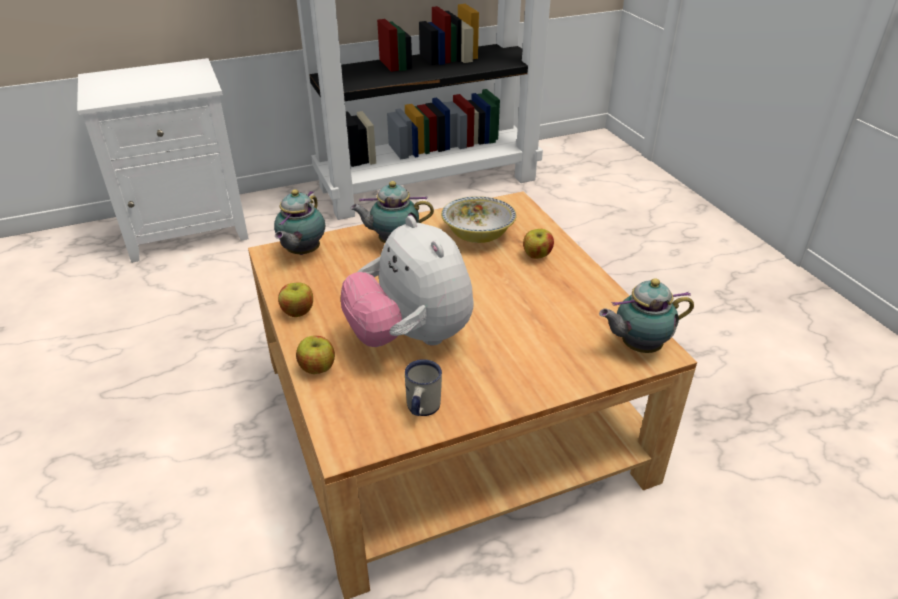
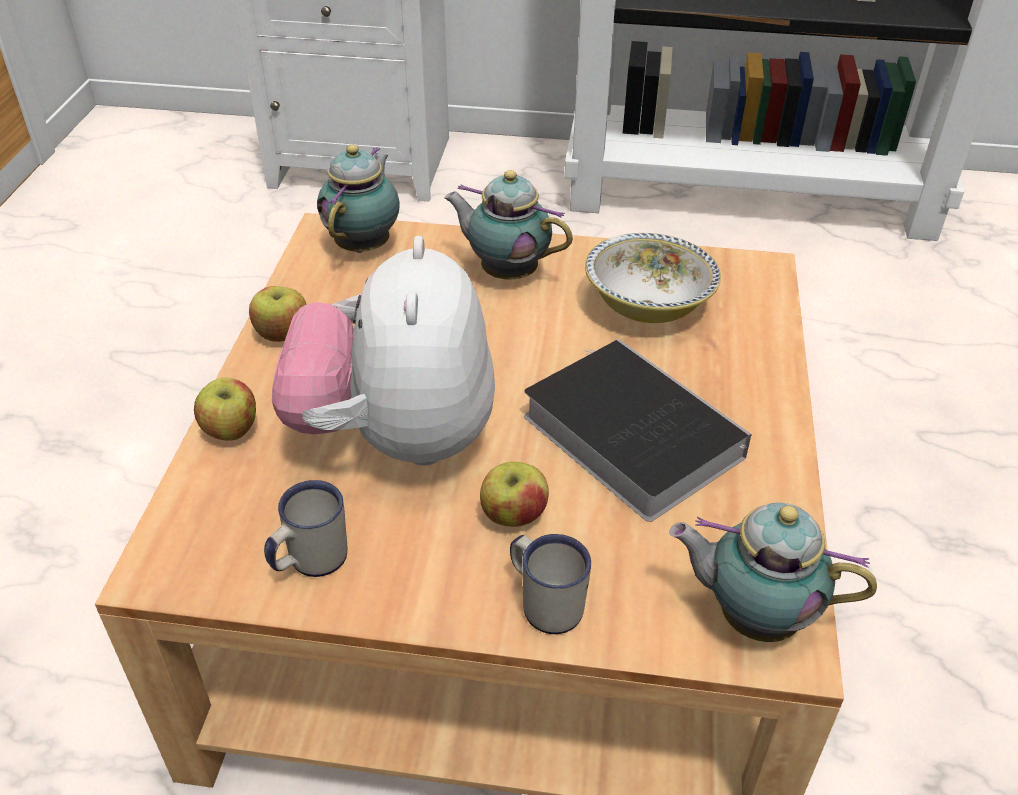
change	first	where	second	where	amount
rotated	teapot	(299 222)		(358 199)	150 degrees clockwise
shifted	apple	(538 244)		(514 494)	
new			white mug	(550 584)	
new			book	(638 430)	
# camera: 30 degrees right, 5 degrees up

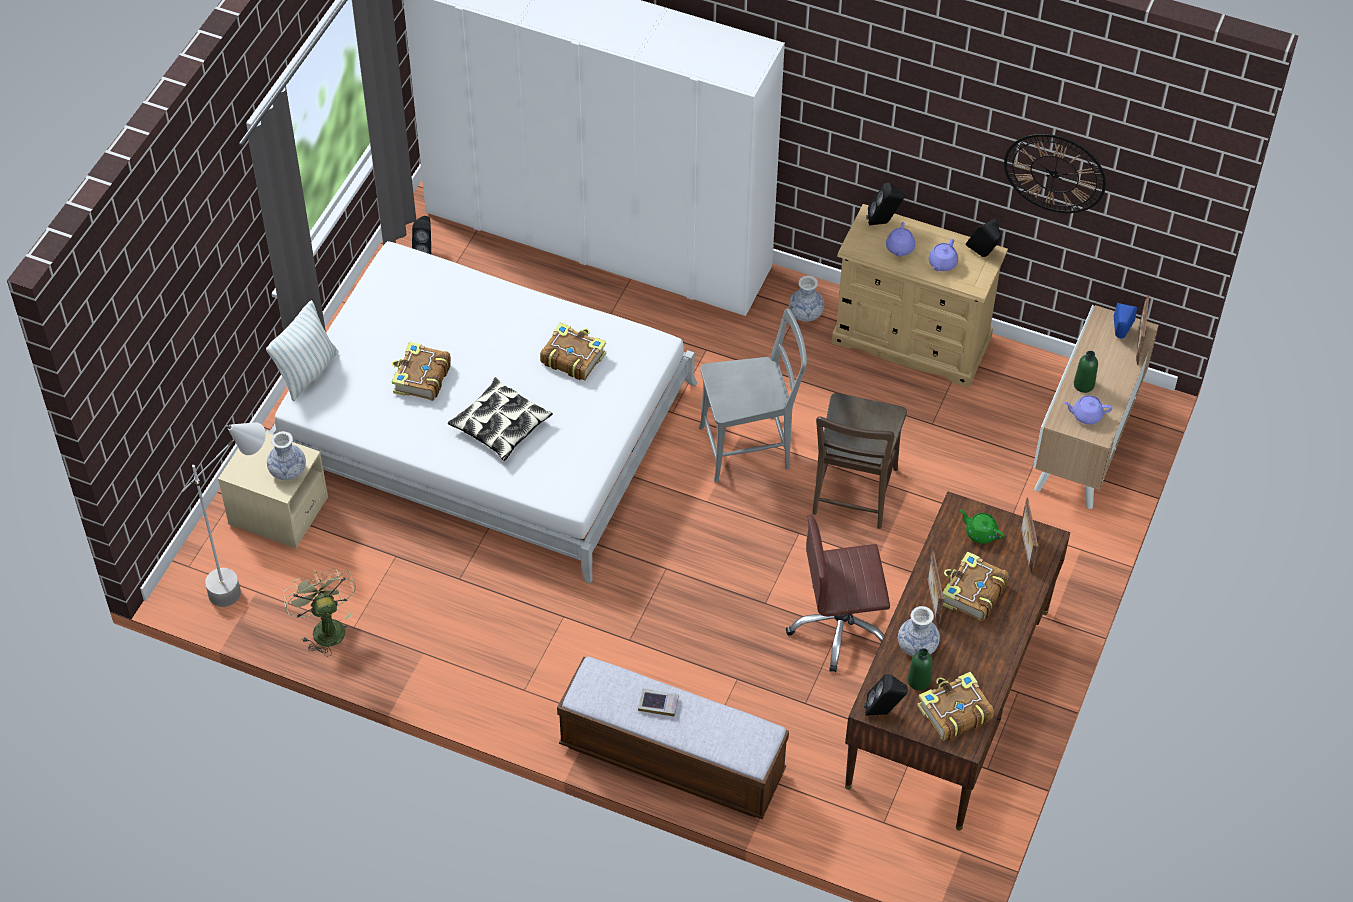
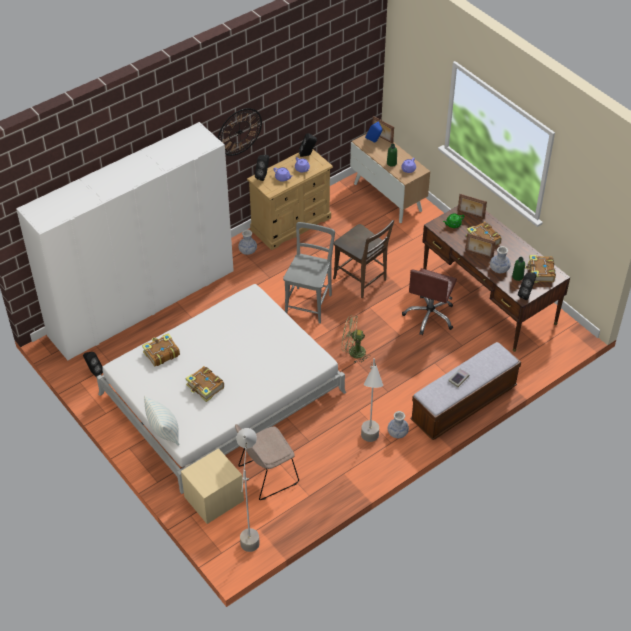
change	first	where	second	where	amount
shifted	book	(573 352)		(161 349)	
shifted	wall clock	(1055 173)		(240 132)	
new			beige chair	(267 462)	
shifted	green fan	(319 611)		(356 339)	
new			grey floor lamp	(372 400)	
shifted	vase	(286 455)		(398 424)	
gone	pillow	(500 419)			
# camera: 60 degrees left, 5 degrees down

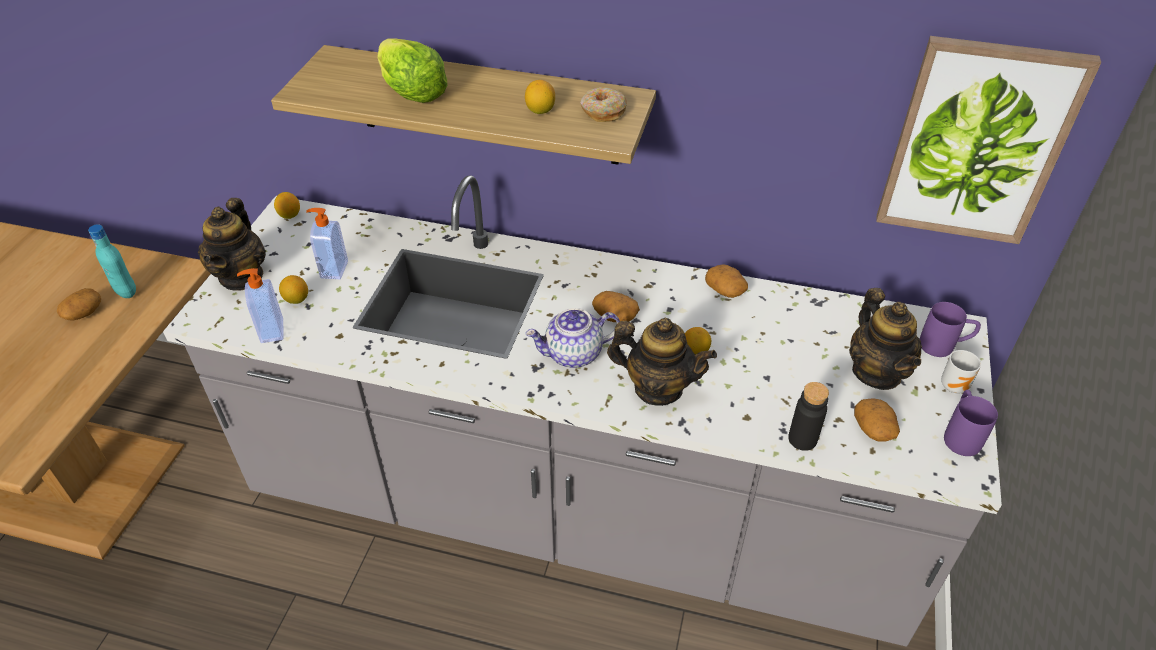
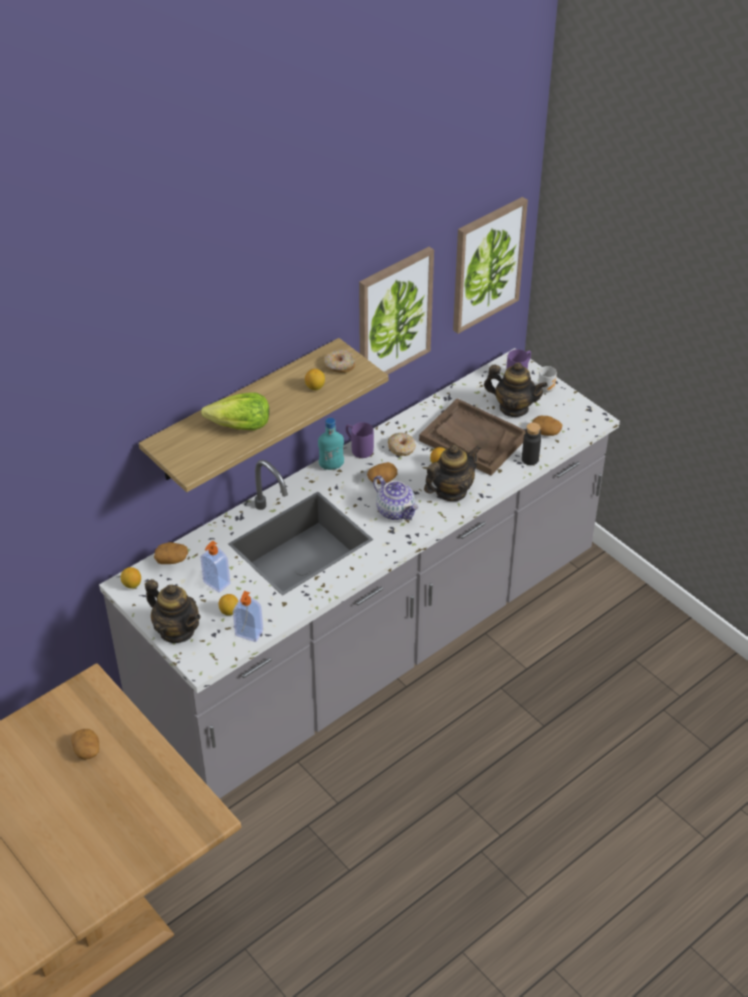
change	first	where	second	where	amount
shifted	potato	(726 281)		(171 553)	
shifted	turquoise bottle	(112 261)		(331 444)	
shifted	purple mug	(971 422)		(360 440)	
new			picture	(396 311)	
rotated	teapot	(572 338)		(395 498)	60 degrees counterclockwise
new			donut	(402 444)	
new			brown tray	(472 437)	
# camera: 55 degrees left, 0 degrees up

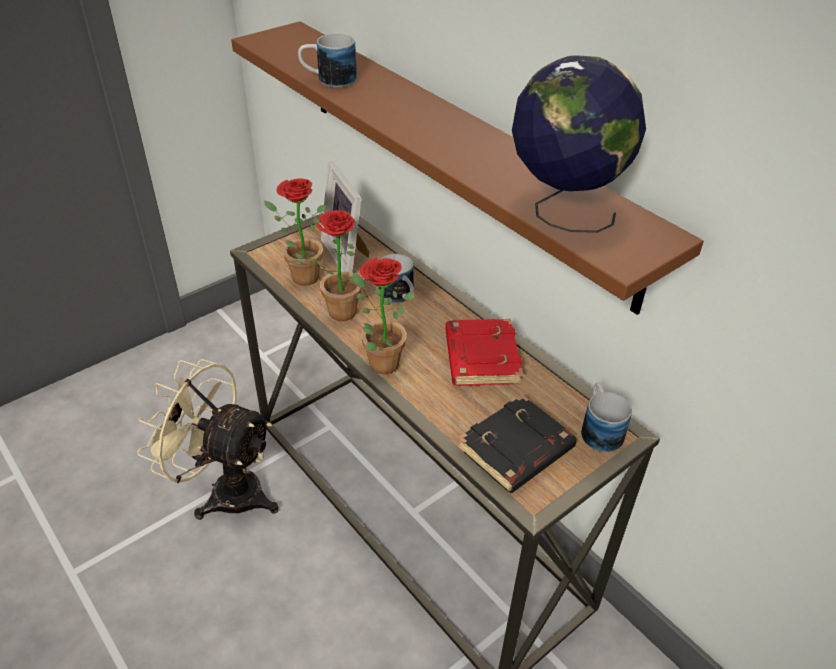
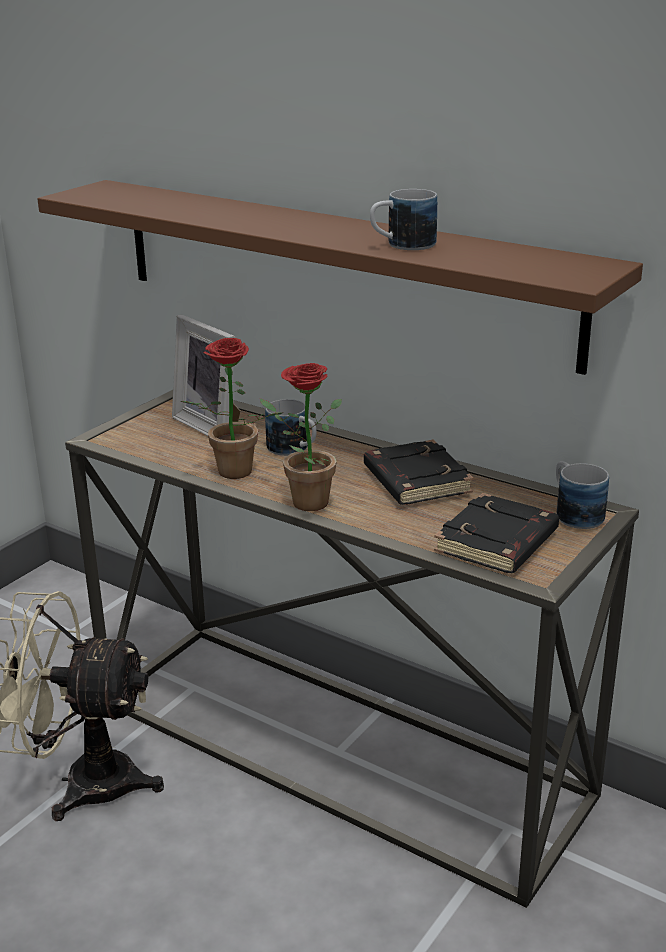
change	first	where	second	where	amount
repainted	red book	(484 352)	black book	(419 472)	
shifted	mug	(327 60)		(403 219)	
gone	potted plant	(294 232)			
gone	globe	(579 144)			
# camera: 15 degrees left, 15 degrees down

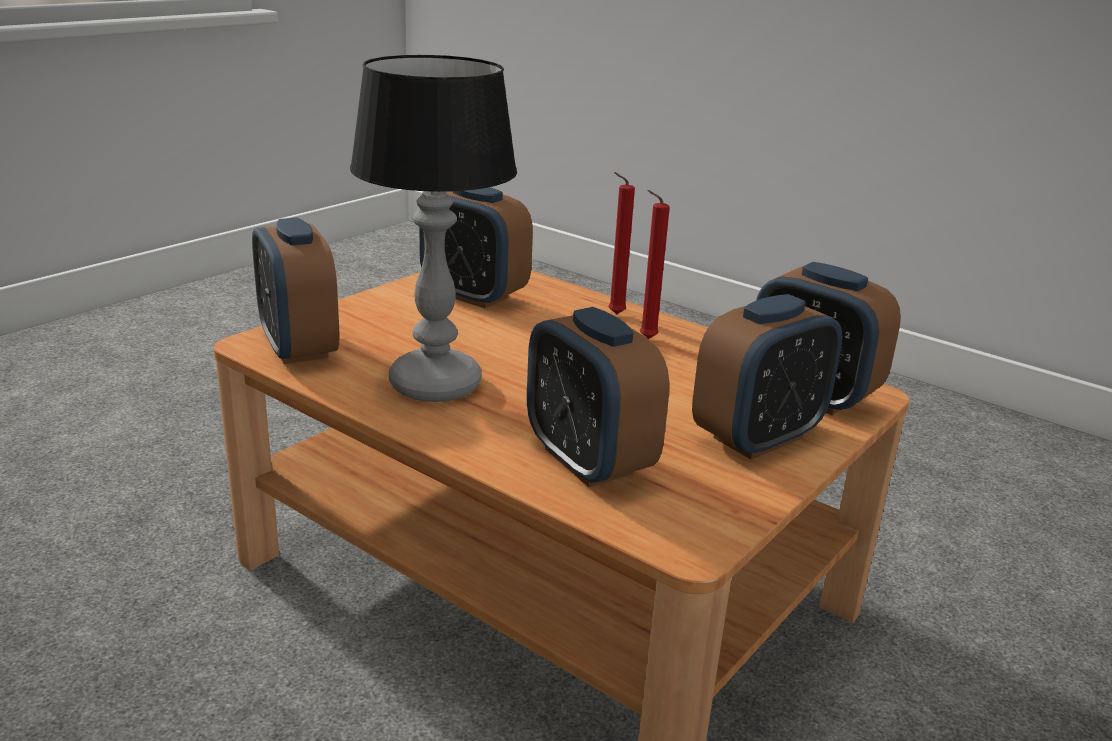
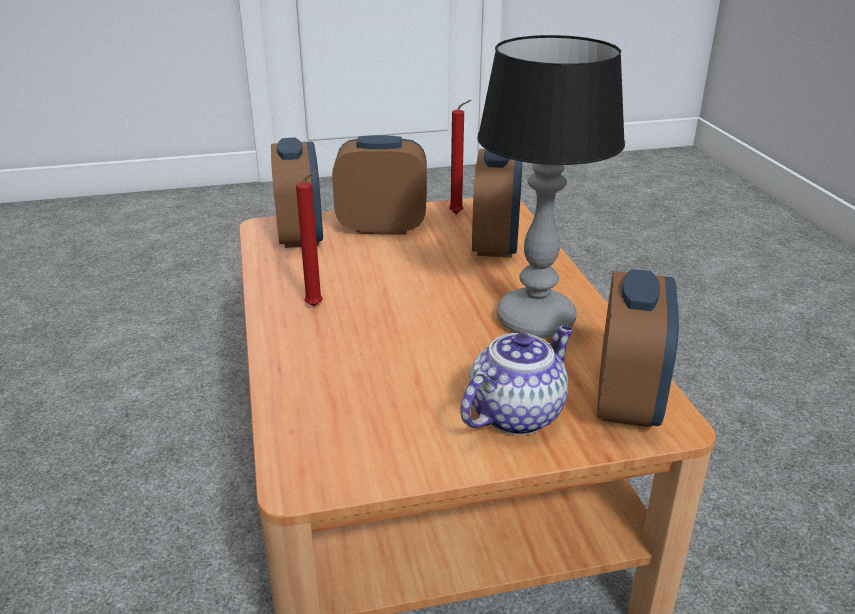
change	first	where	second	where	amount
shifted	red candle	(621 243)		(460 157)	
new			teapot	(516 380)	
gone	alarm clock	(476 247)			
# camera: 140 degrees left, 5 degrees up

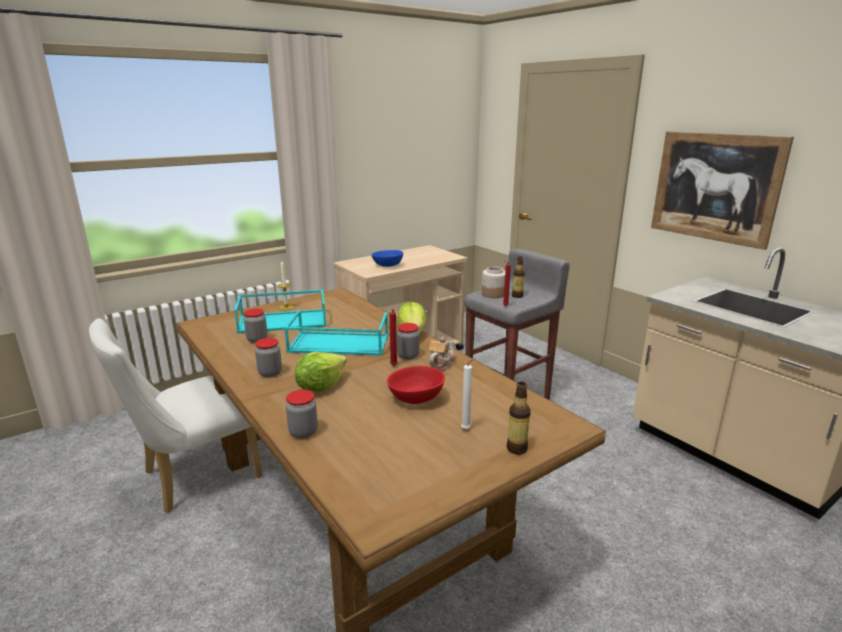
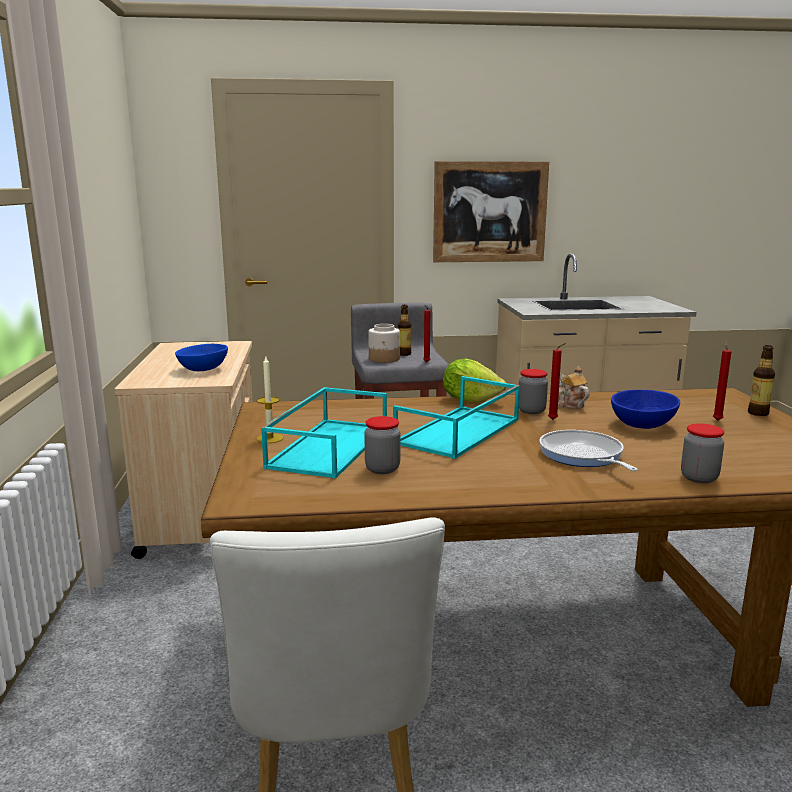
change	first	where	second	where	amount
swapped	lettuce	(321 371)	frying pan	(588 450)	
repainted	red bowl	(416 385)	blue bowl	(645 409)	
repainted	white candle	(468 393)	red candle	(722 381)	
gone	jar	(268 357)			
# camera: 60 degrees left, 5 degrees down

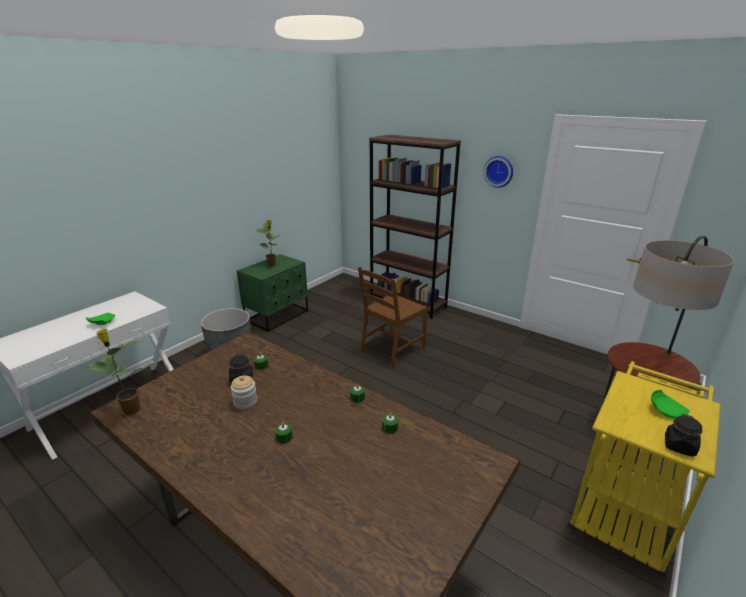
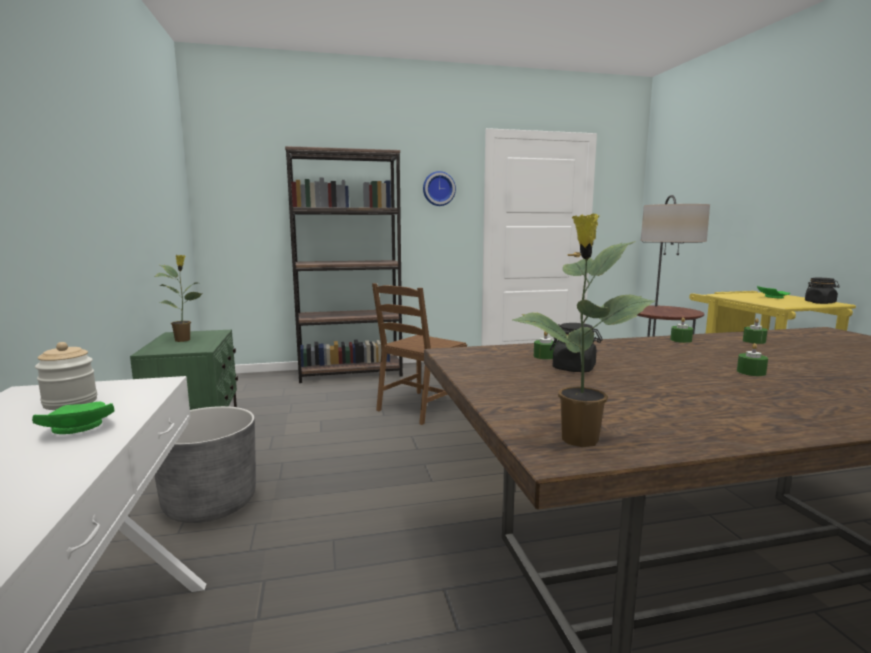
change	first	where	second	where	amount
shifted	jar	(244 392)		(66 376)	
rotated	brown chair	(393 317)		(419 354)	45 degrees clockwise
# camera: 50 degrees left, 15 degrees down

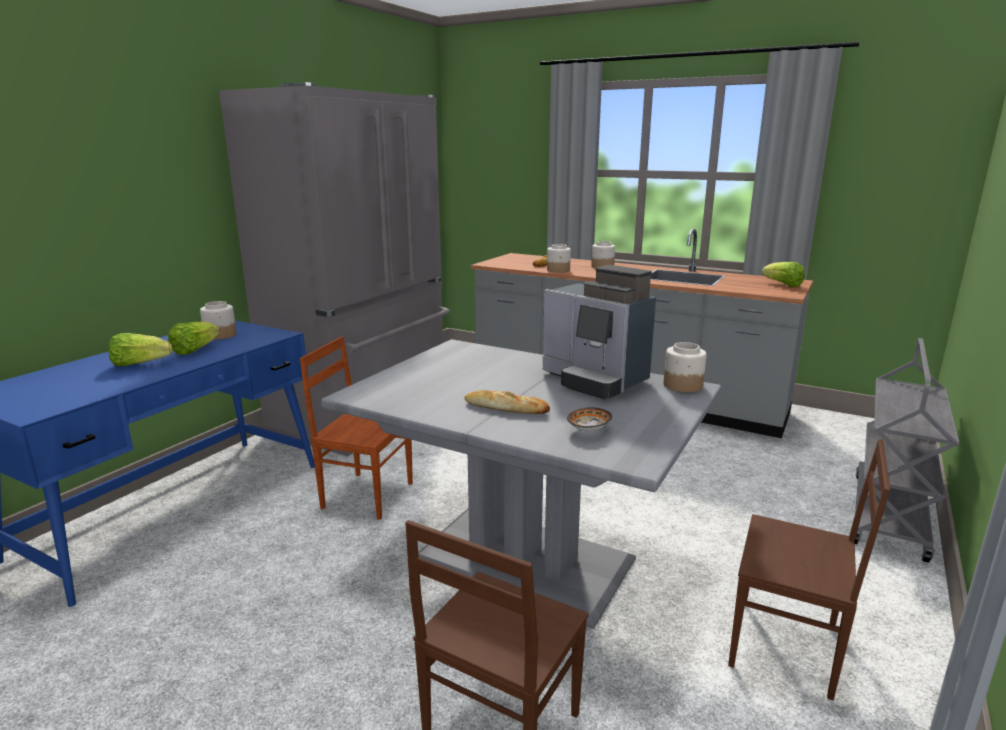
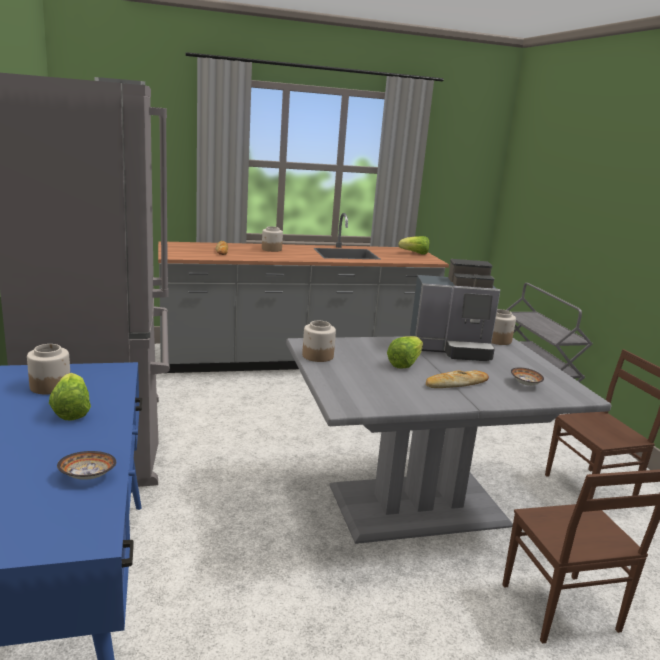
change	first	where	second	where	amount
new			bowl	(86 465)	
shifted	jar	(559 258)		(319 341)	
shifted	lettuce	(140 349)		(405 352)	
gone	brown chair	(356 428)			
# camera: 45 degrees left, 0 degrees up

